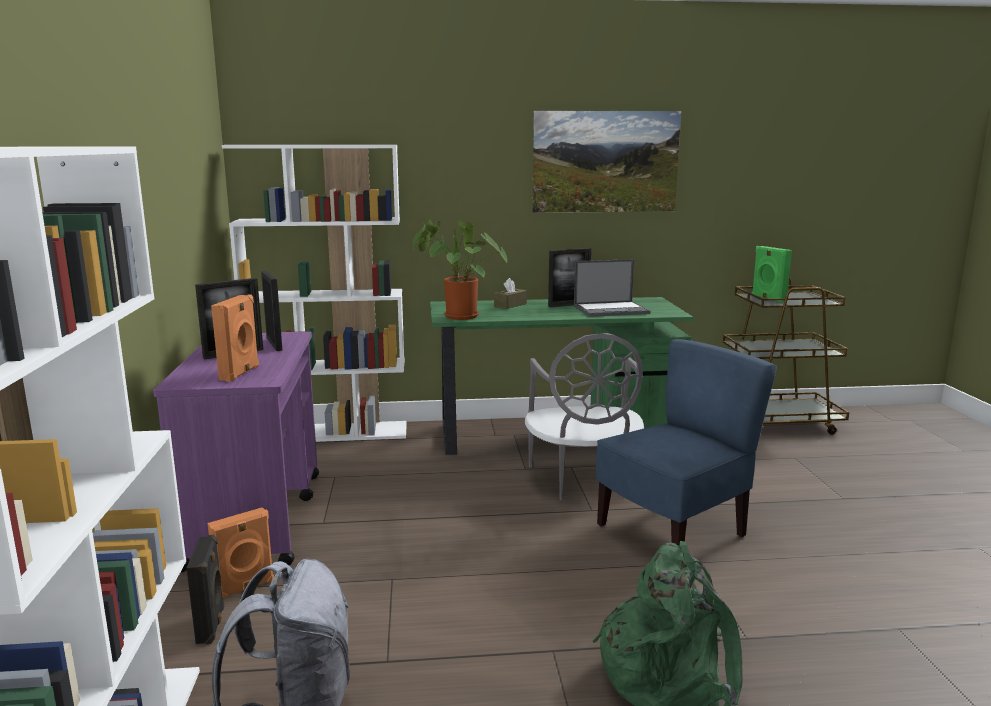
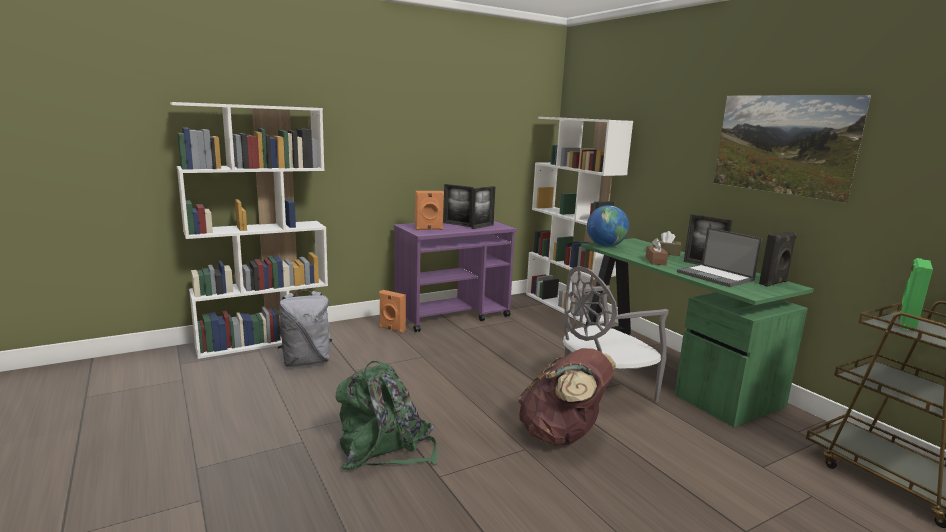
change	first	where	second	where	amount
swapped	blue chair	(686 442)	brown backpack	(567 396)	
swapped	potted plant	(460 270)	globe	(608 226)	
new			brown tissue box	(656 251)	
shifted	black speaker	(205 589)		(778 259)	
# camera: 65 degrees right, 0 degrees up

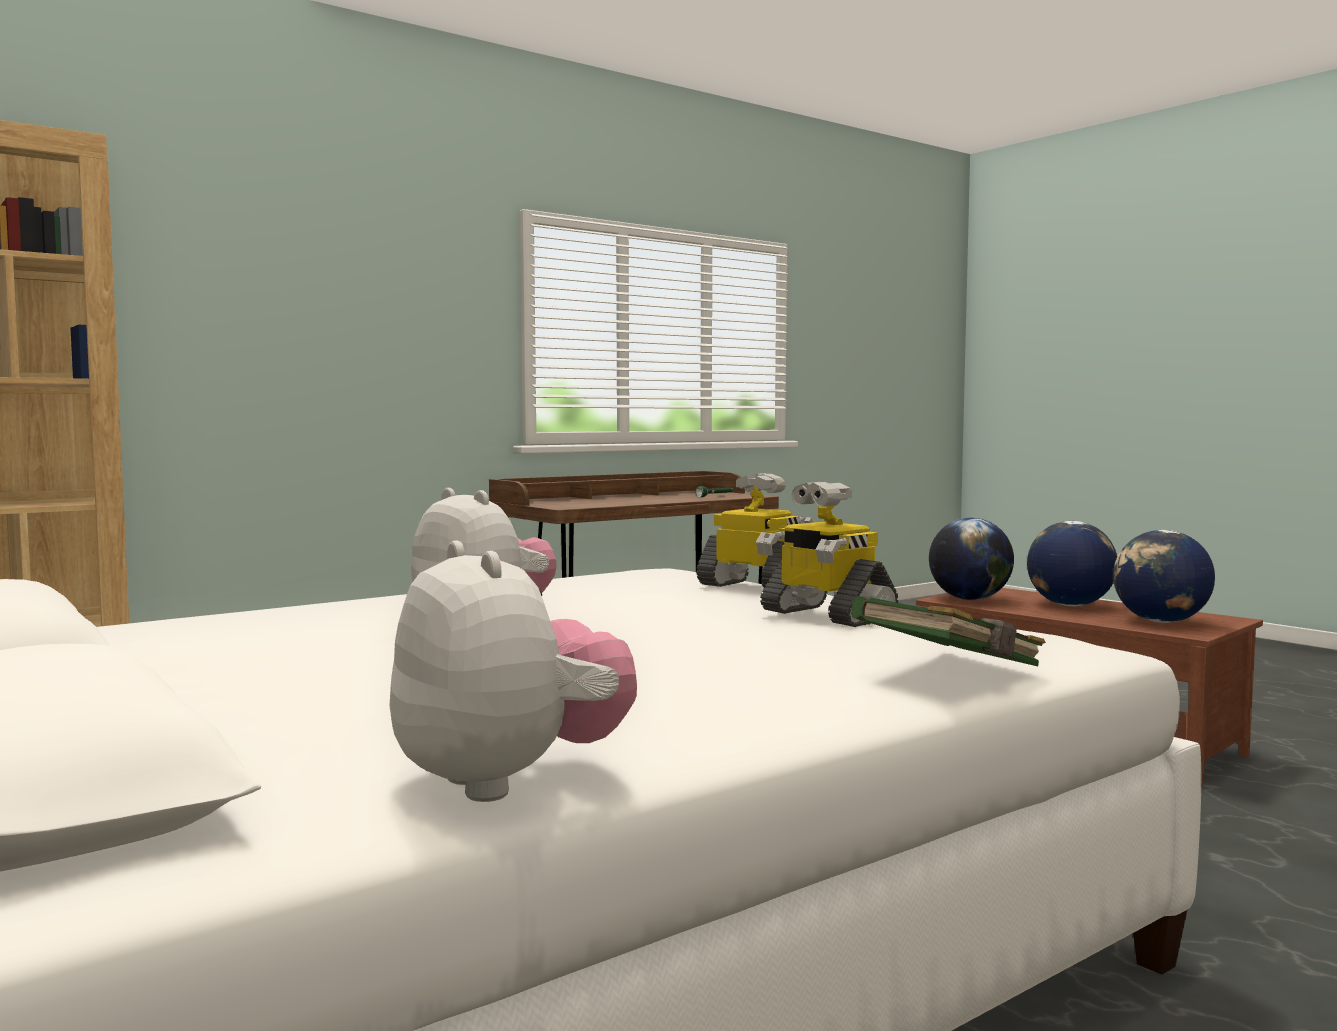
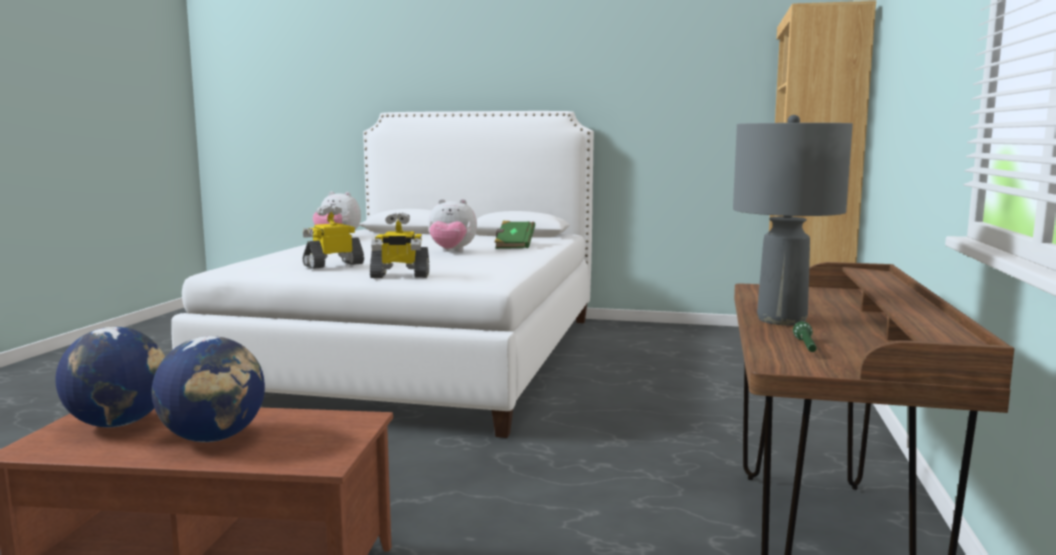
change	first	where	second	where	amount
rotated	toy robot	(827 554)		(333 237)	45 degrees counterclockwise
shifted	green book	(948 631)		(515 235)	
new			grey table lamp	(793 220)	
gone	globe	(971 559)			
# camera: 140 degrees right, 5 degrees up

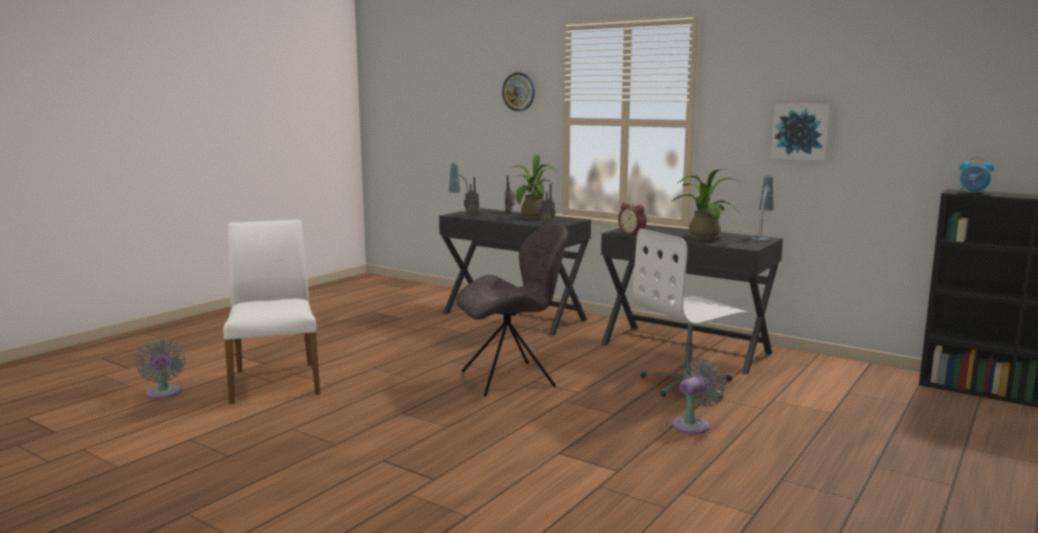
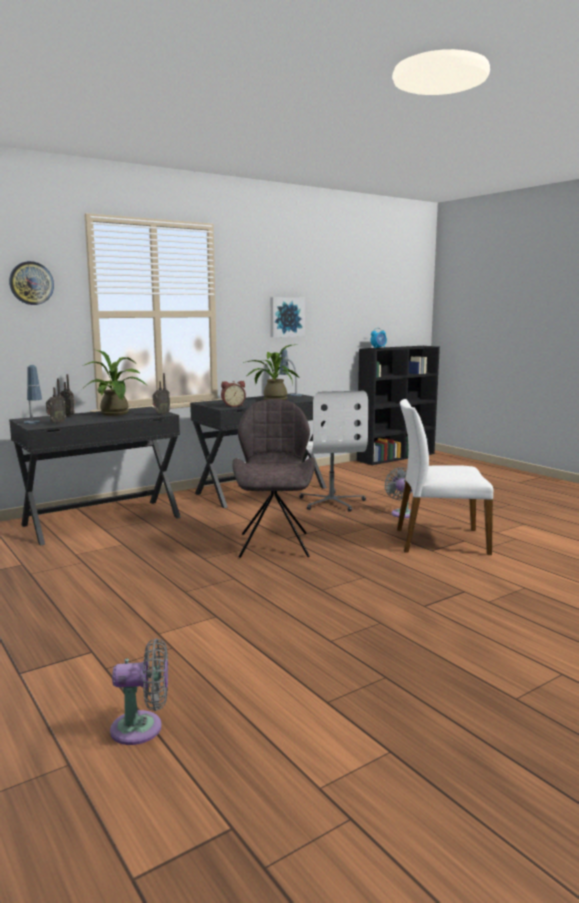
change	first	where	second	where	amount
shifted	white chair	(271 312)		(445 477)	
# camera: 70 degrees left, 0 degrees up

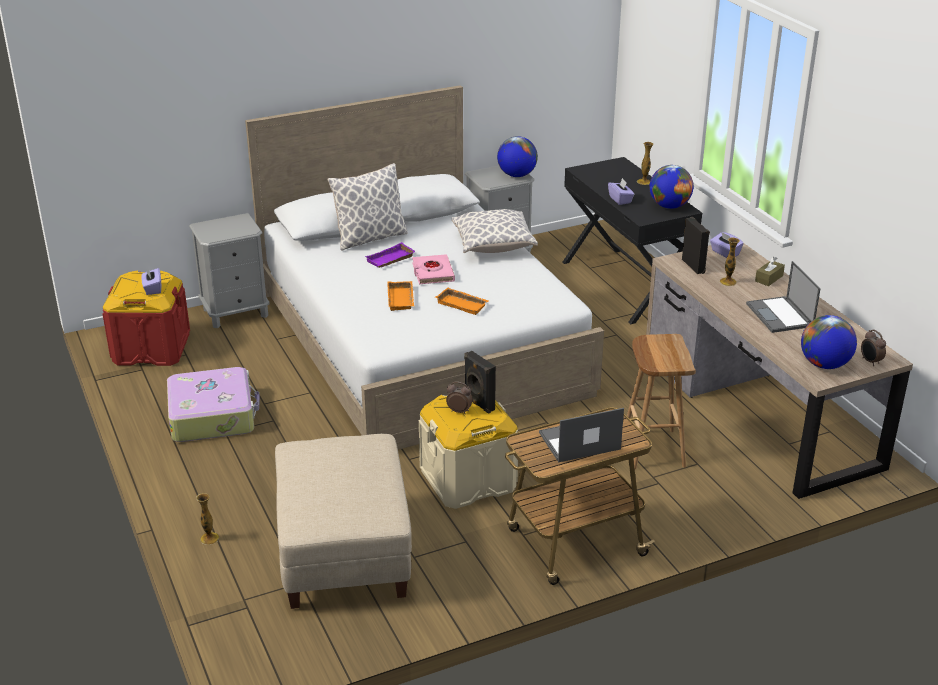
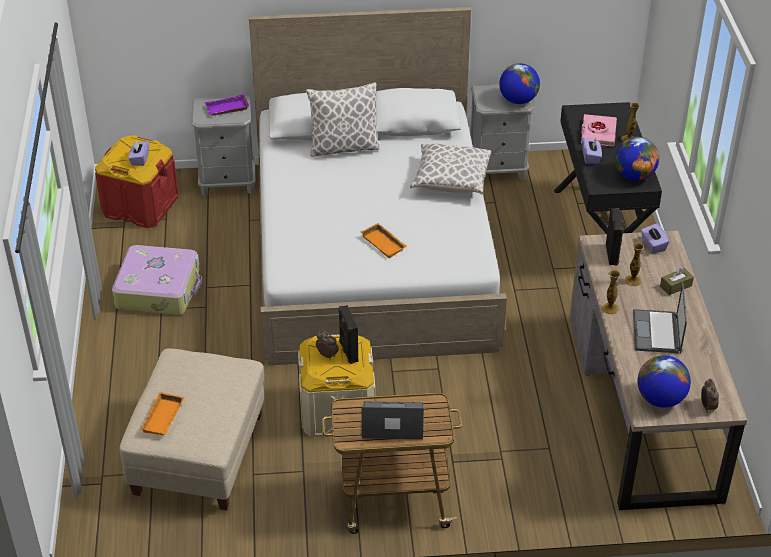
change	first	where	second	where	amount
shifted	orange tray	(400 296)		(162 413)	
shifted	purple tray	(390 255)		(226 105)	
shifted	pink book	(433 269)		(599 130)	
shifted	vase	(207 519)		(611 292)	
gone	brown stool	(661 401)			
# camera: 20 degrees right, 10 degrees up

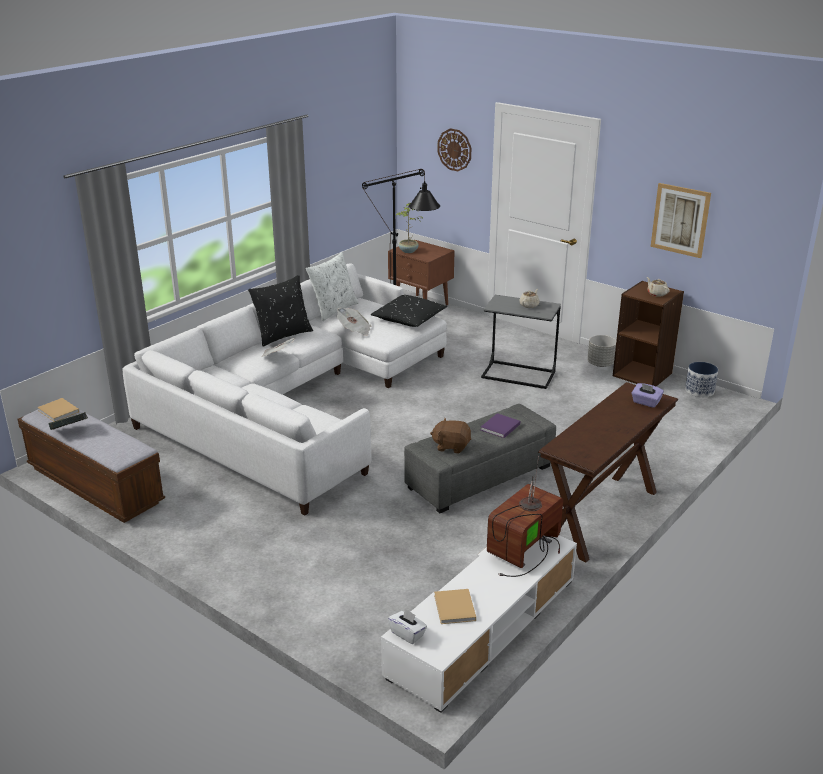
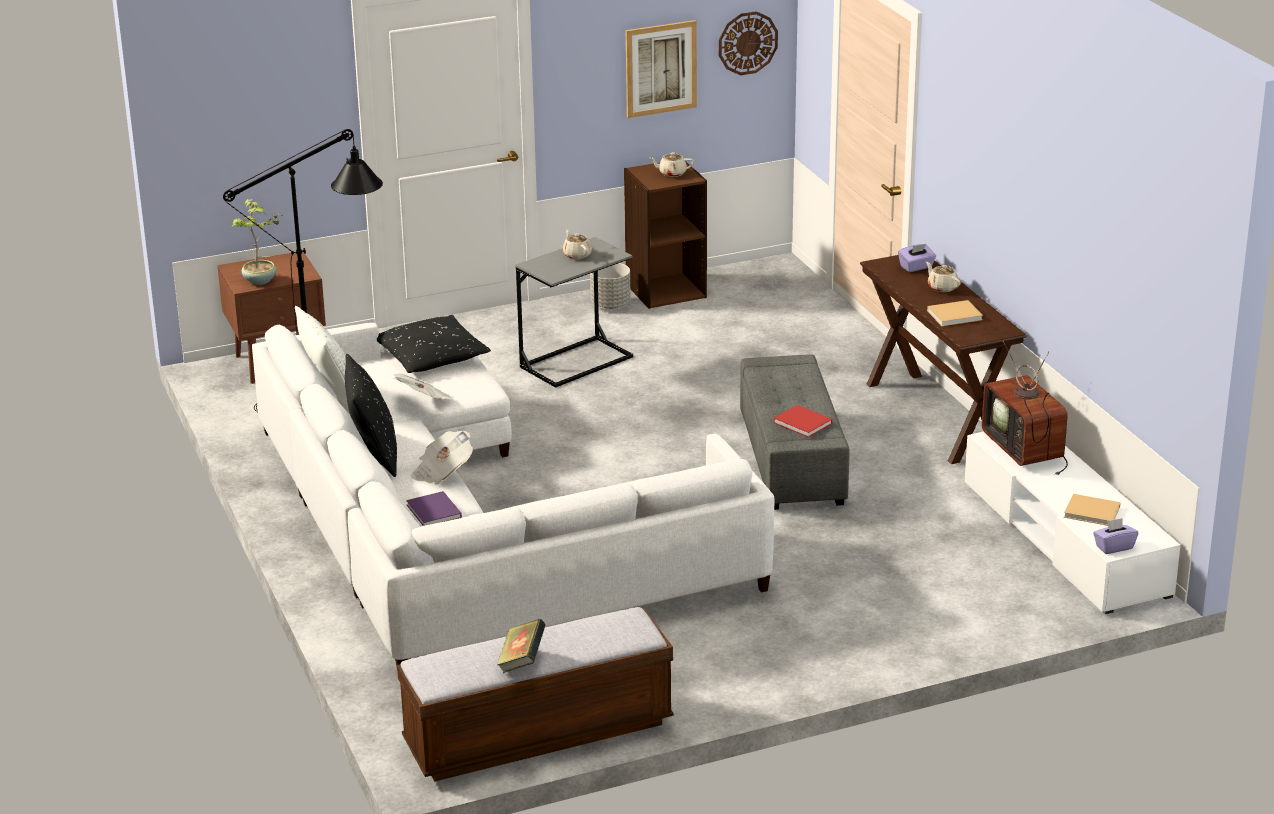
change	first	where	second	where	amount
shifted	purple book	(500 425)		(434 508)	
shifted	wall clock	(454 149)		(748 43)	
swapped	brown plush toy	(450 436)	red book	(802 421)	
new			beige teapot	(943 277)	
shifted	beige book	(58 410)		(955 313)	
repainted	white tissue box	(407 626)	purple tissue box	(1115 536)	
gone	planter	(701 379)			
# camera: 60 degrees left, 0 degrees up

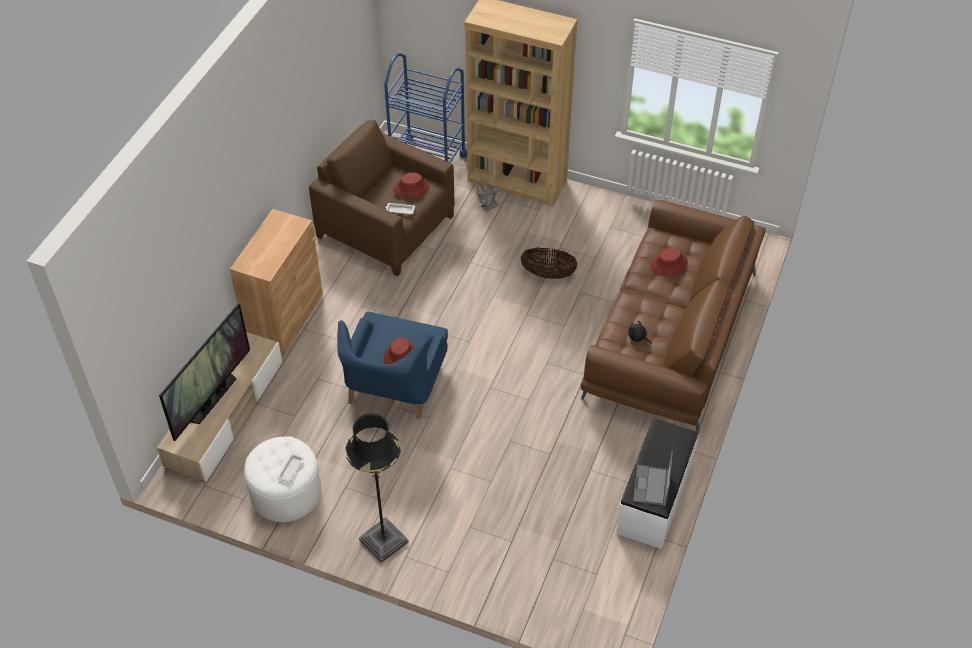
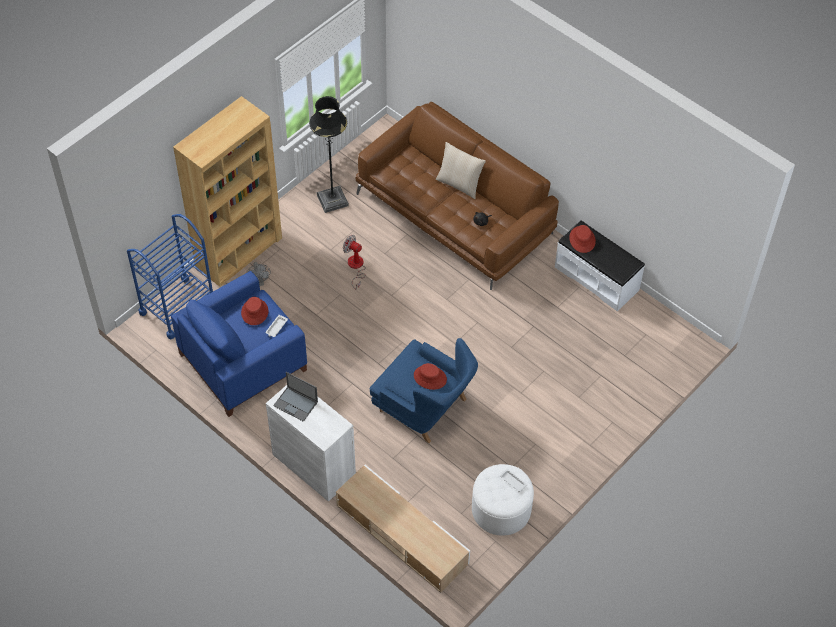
change	first	where	second	where	amount
repainted	brown armchair	(382 198)	blue armchair	(239 344)	
repainted	brown cabinet	(276 281)	white cabinet	(311 443)	
shifted	laptop	(653 478)		(295 397)	
shifted	black floor lamp	(377 488)		(329 154)	
swapped	basket	(548 263)	fan	(354 262)	
new			beige pillow	(461 170)	
shifted	red hat	(669 261)		(582 239)	
gone	television	(204 372)			
# camera: 70 degrees left, 5 degrees up

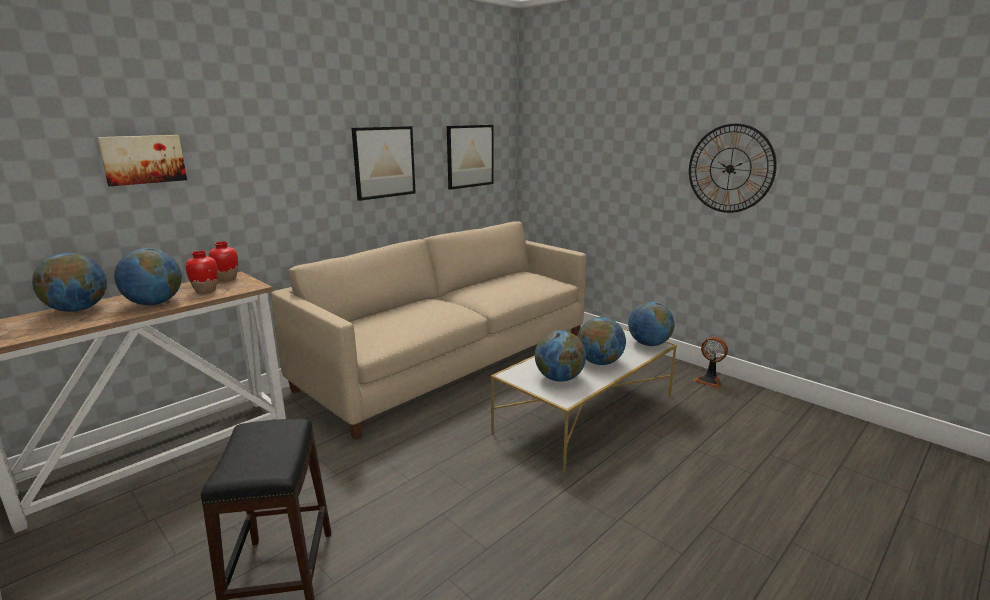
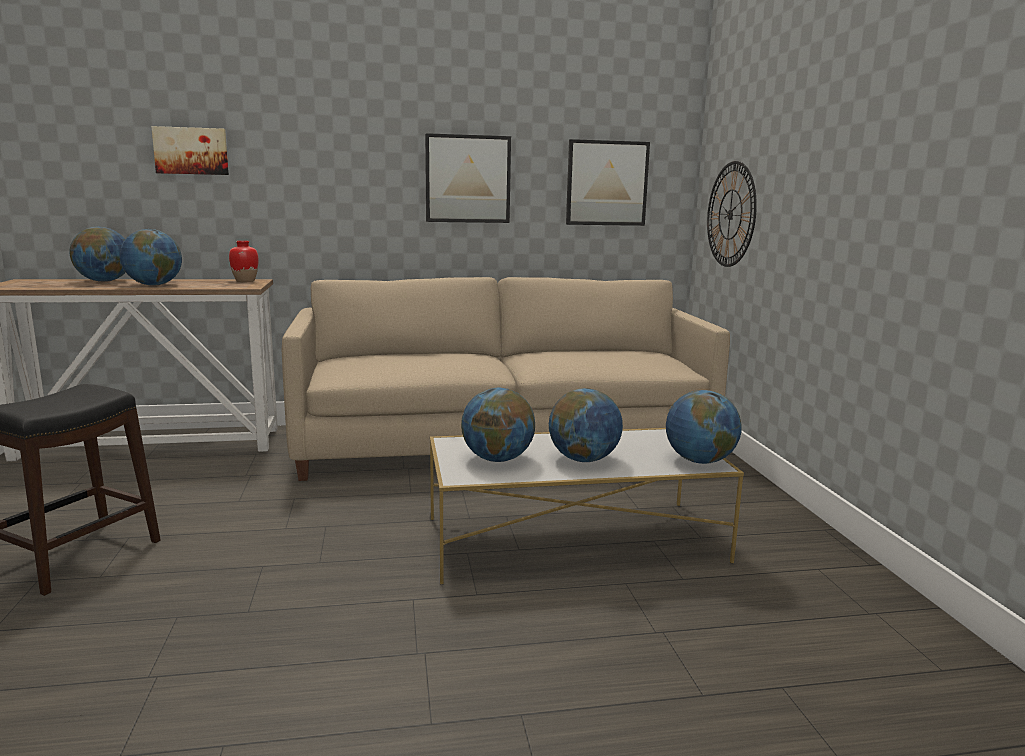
change	first	where	second	where	amount
shifted	wall clock	(733 168)		(732 214)	
gone	red vase	(202 272)			
gone	fan	(711 362)			
# camera: 35 degrees right, 5 degrees down

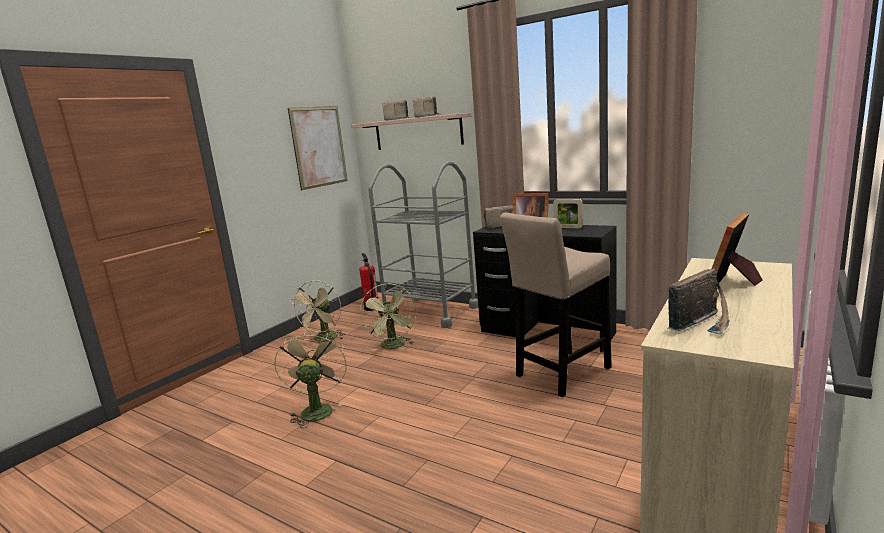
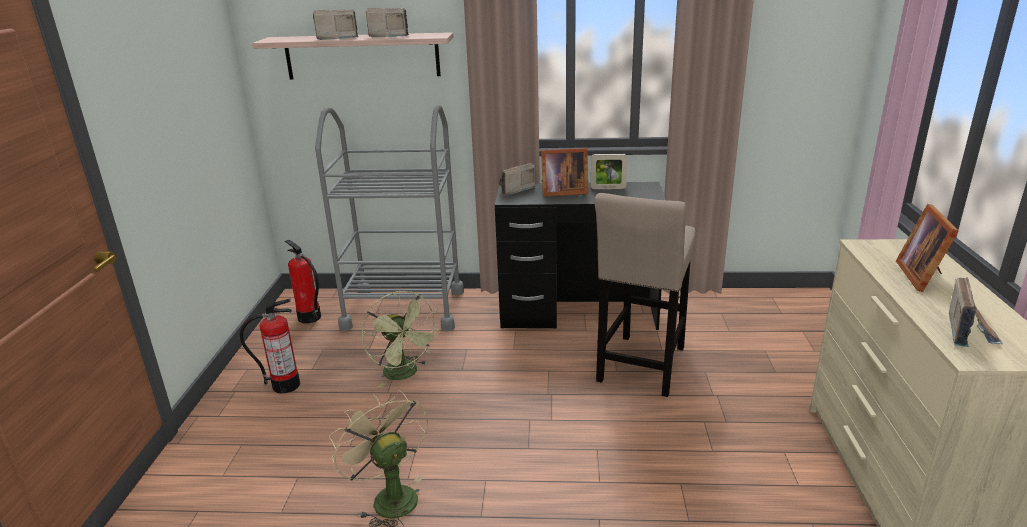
change	first	where	second	where	amount
swapped	beige fan	(318 311)	fire extinguisher	(270 346)	
gone	picture	(318 148)			
# camera: 30 degrees left, 10 degrees up

